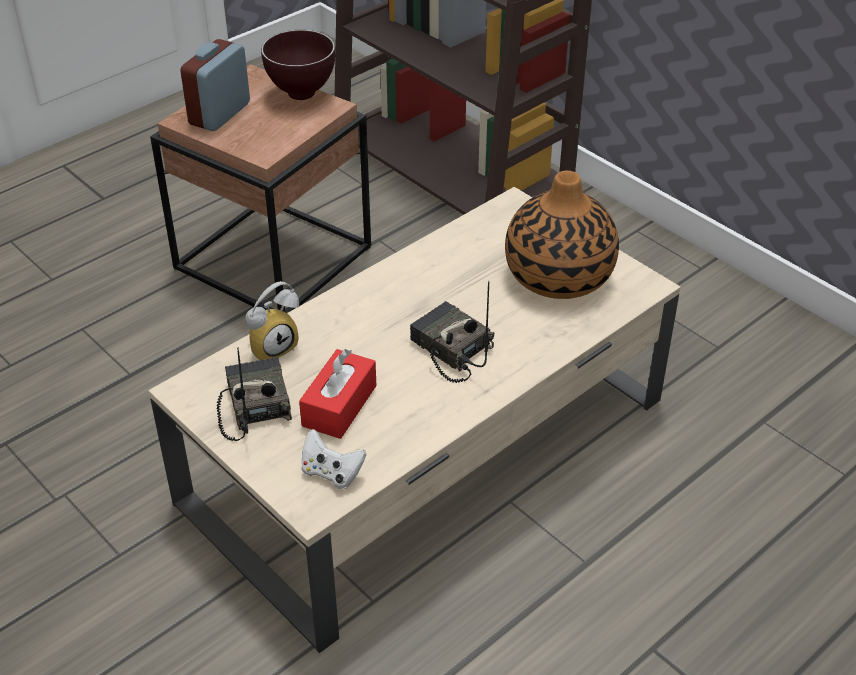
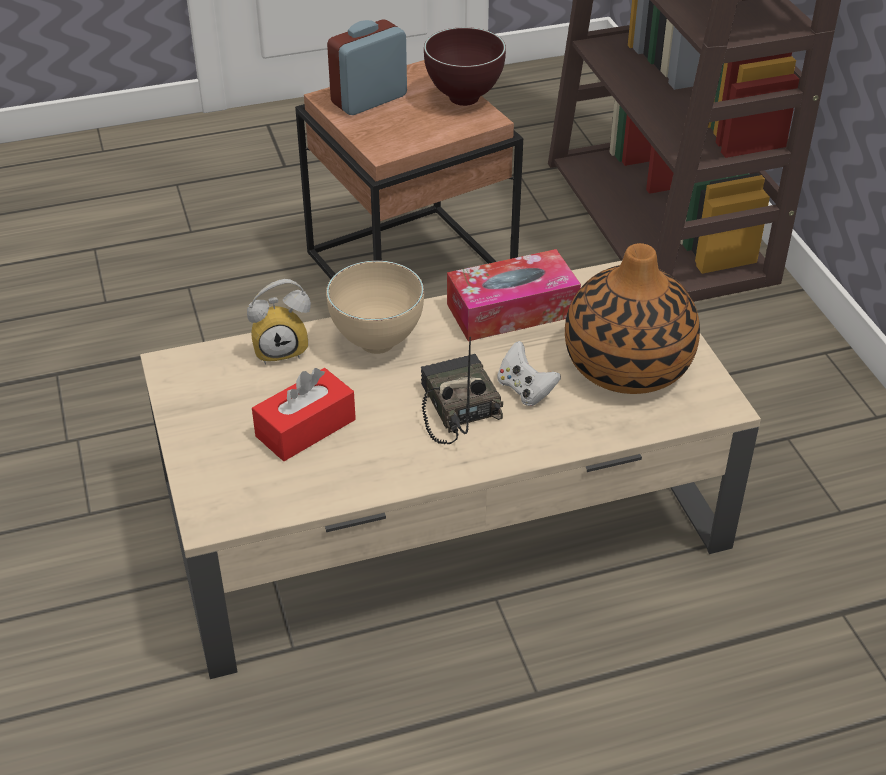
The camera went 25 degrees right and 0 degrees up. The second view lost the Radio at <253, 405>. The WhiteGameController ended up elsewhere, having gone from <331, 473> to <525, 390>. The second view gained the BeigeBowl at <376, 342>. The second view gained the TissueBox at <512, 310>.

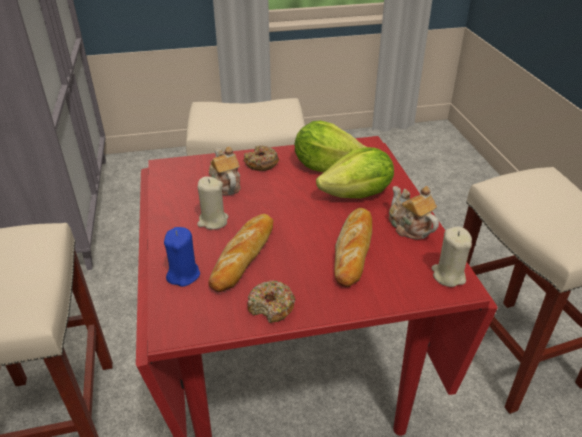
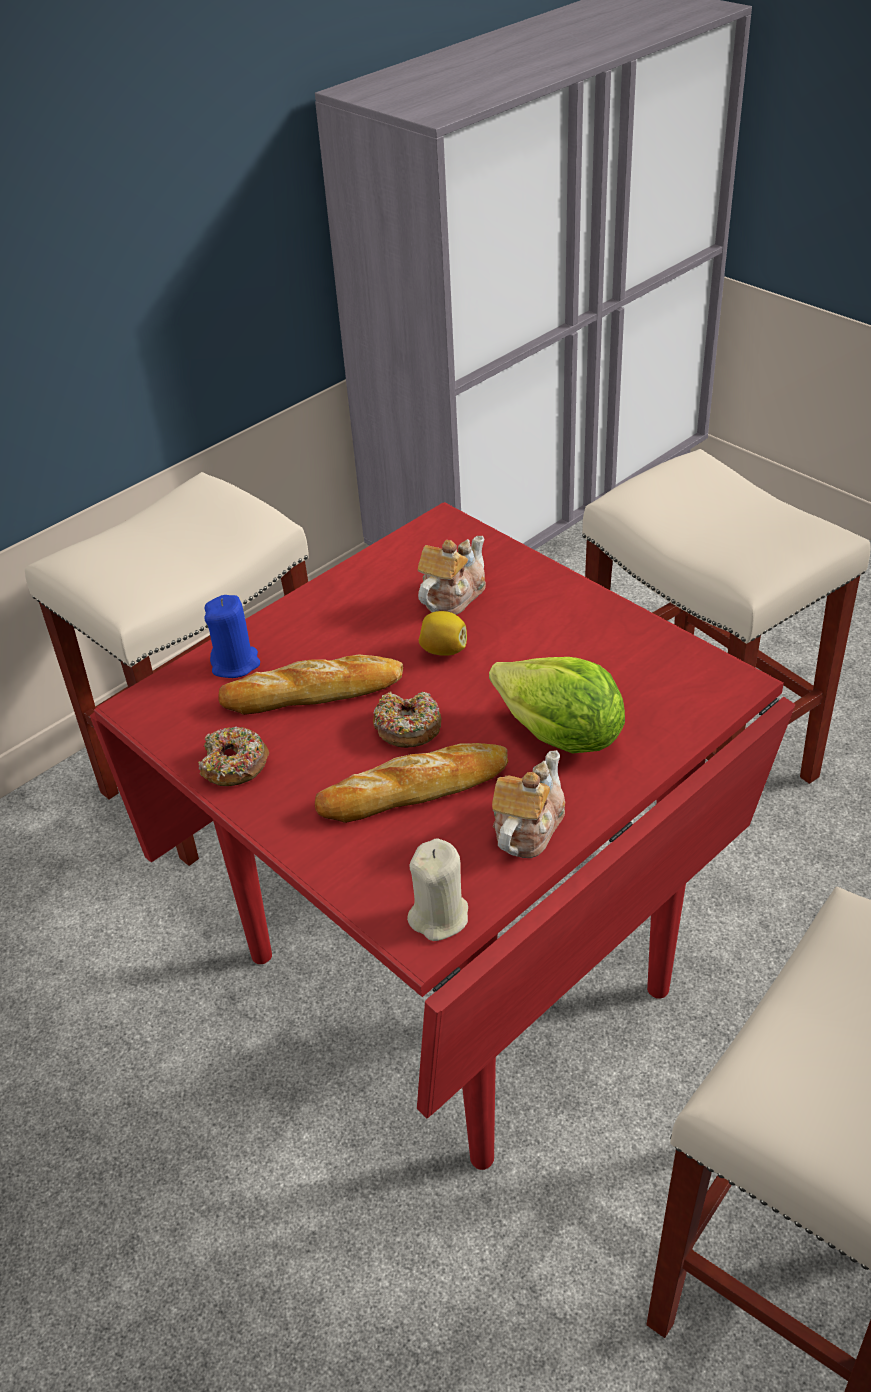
The camera went 60 degrees right and 5 degrees up. The second view lost the BeigeCandle at <213, 221>. The Donut ended up elsewhere, having gone from <261, 163> to <407, 728>. The second view lost the Lettuce at <326, 166>. The second view gained the Lemon at <443, 650>.

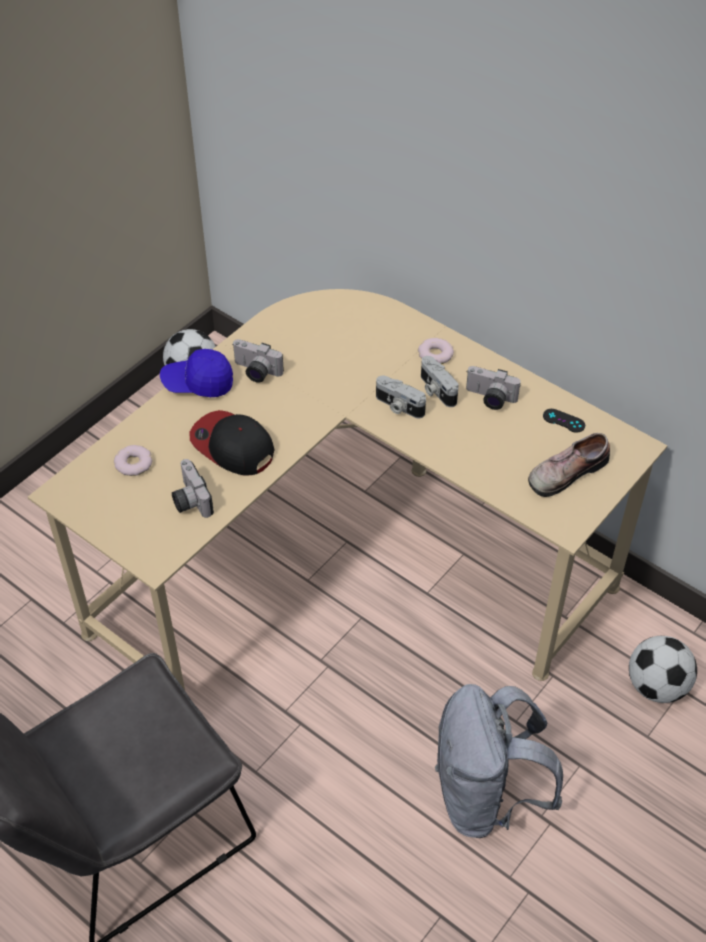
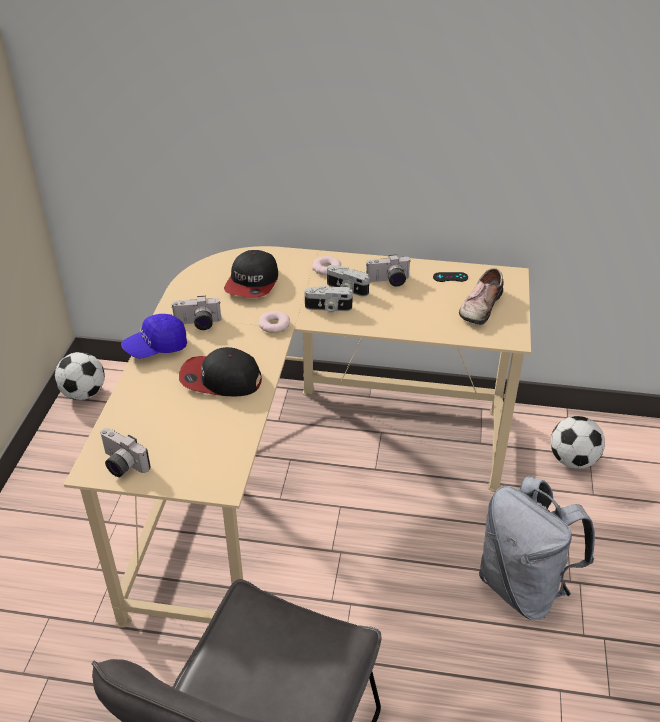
The camera went 30 degrees left and 10 degrees down. The Donut ended up elsewhere, having gone from <133, 463> to <274, 325>. The PhotoCamera ended up elsewhere, having gone from <189, 500> to <121, 465>. The second view gained the Cap at <252, 282>.

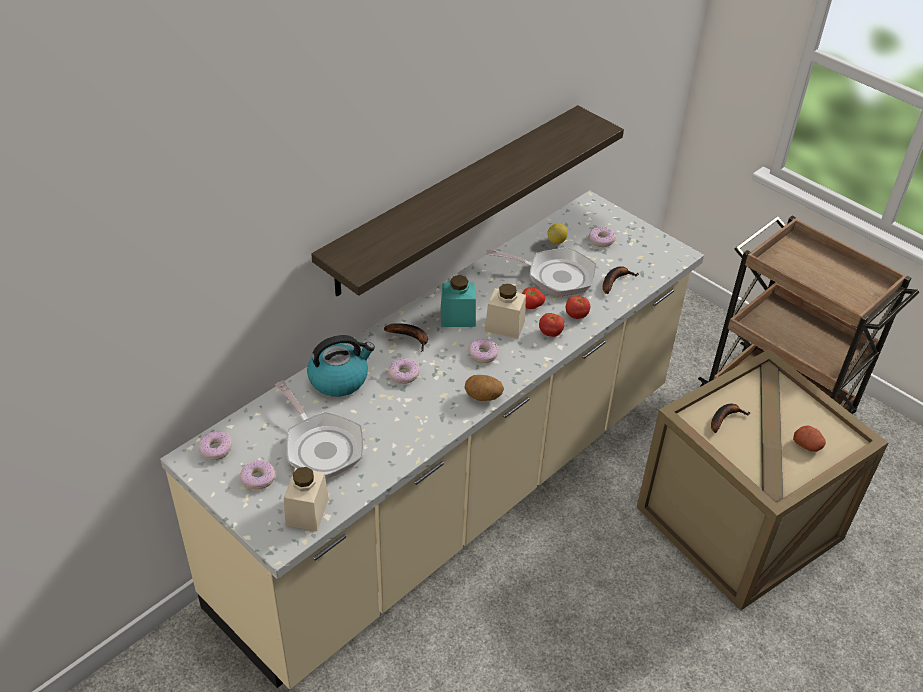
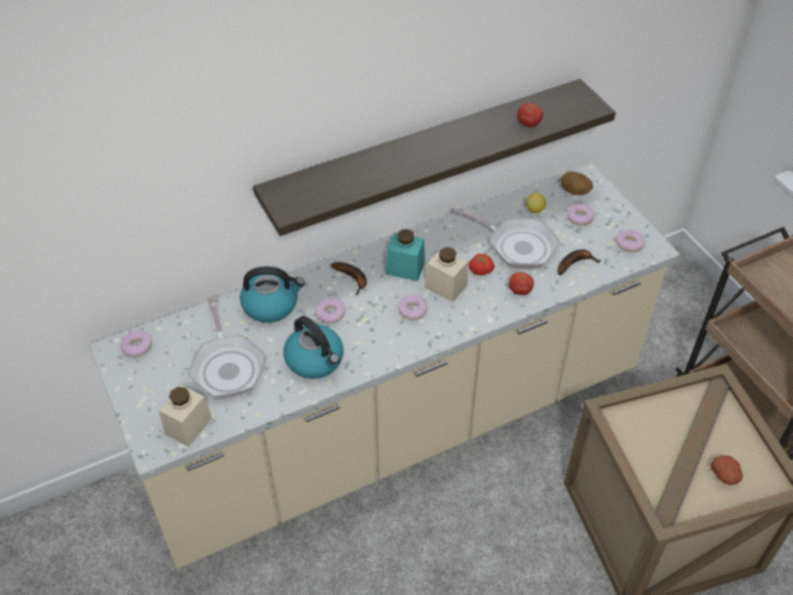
The camera went 20 degrees right and 5 degrees up. The Donut ended up elsewhere, having gone from <258, 478> to <629, 244>. The Potato ended up elsewhere, having gone from <483, 397> to <574, 192>. The Tomato ended up elsewhere, having gone from <550, 333> to <528, 124>. The second view lost the Banana at <724, 418>. The second view gained the Kettle at <315, 360>.

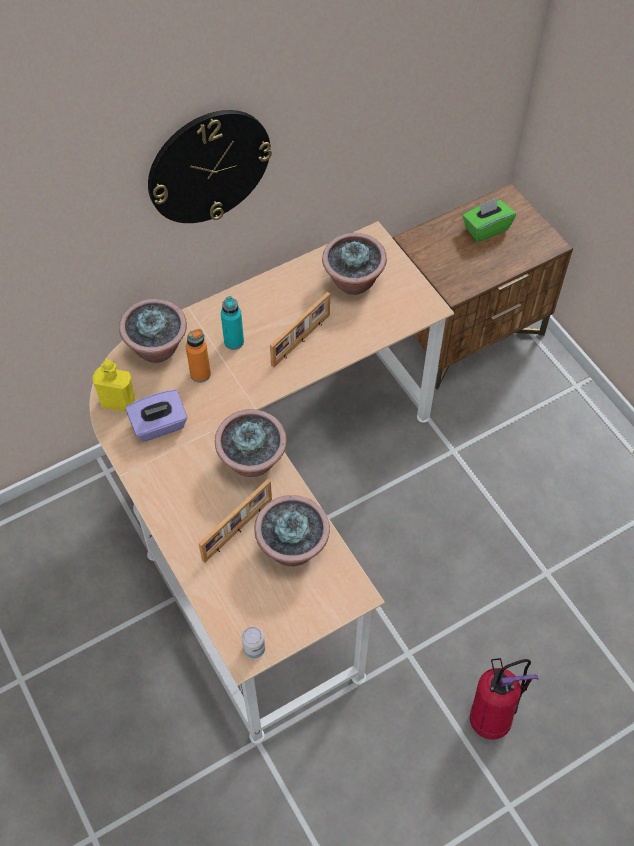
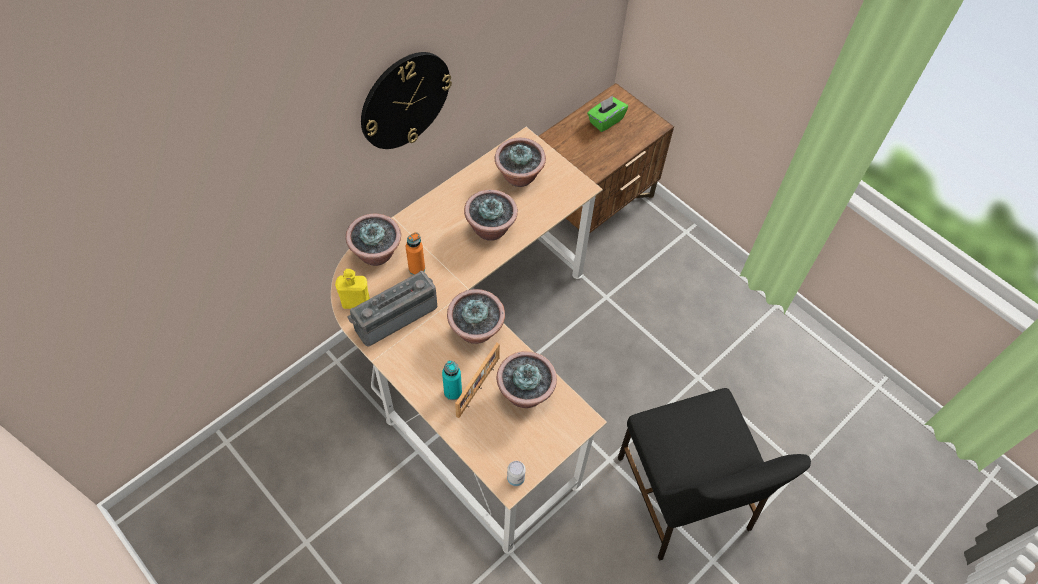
The camera went 15 degrees left and 0 degrees up. Where the PurpleTissueBox stood at <159, 426>, the Radio came to stand at <394, 315>. The TurquoiseBottle ended up elsewhere, having gone from <234, 342> to <453, 392>. Where the PictureFrame stood at <302, 340>, the PottedPlant came to stand at <490, 229>. Where the FireExtinguisher stood at <491, 717>, the BlackChair came to stand at <683, 496>.

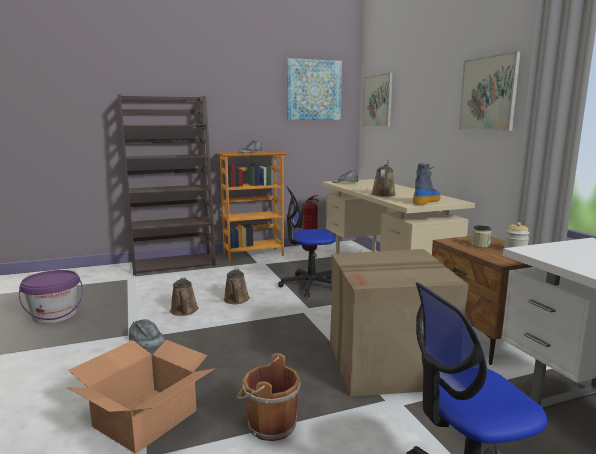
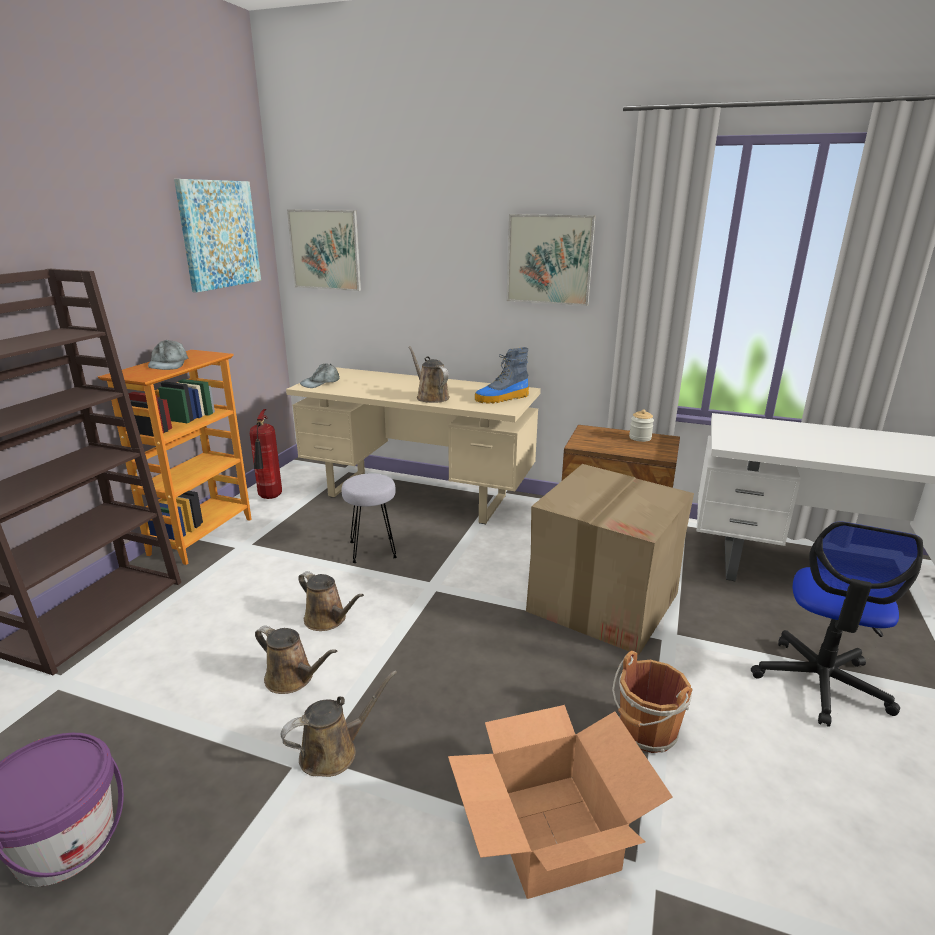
The camera went 50 degrees left and 10 degrees up. Where the GreyCap stood at <146, 339>, the BrownWateringCan came to stand at <334, 752>. Where the OfficeChair stood at <309, 285>, the GreyStool came to stand at <372, 550>. The Boot at <426, 201> ended up facing another way, 105 degrees counterclockwise from before. The second view lost the Jar at <480, 245>.

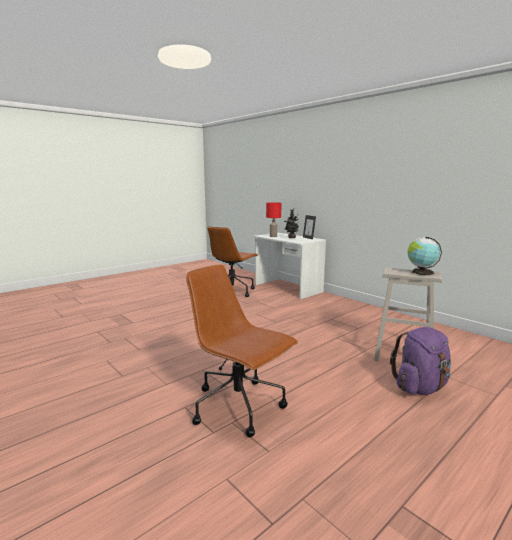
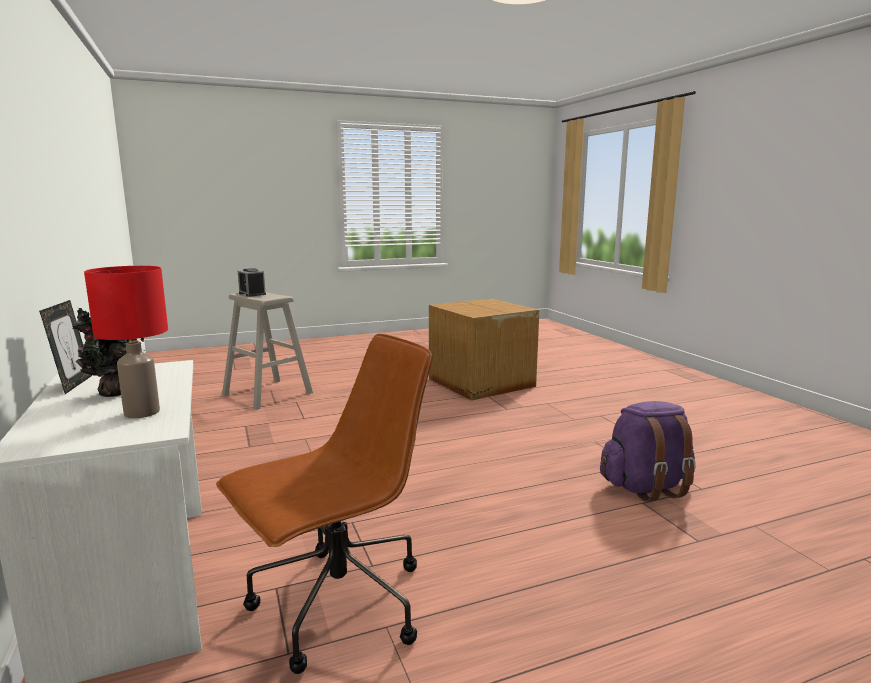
The camera went 160 degrees left and 0 degrees up. Where the BrownOfficeChair stood at <239, 407>, the CardboardBox came to stand at <481, 383>. The PurpleBackpack ended up elsewhere, having gone from <420, 387> to <646, 487>. Where the Globe stood at <421, 272>, the AlarmClock came to stand at <252, 294>.

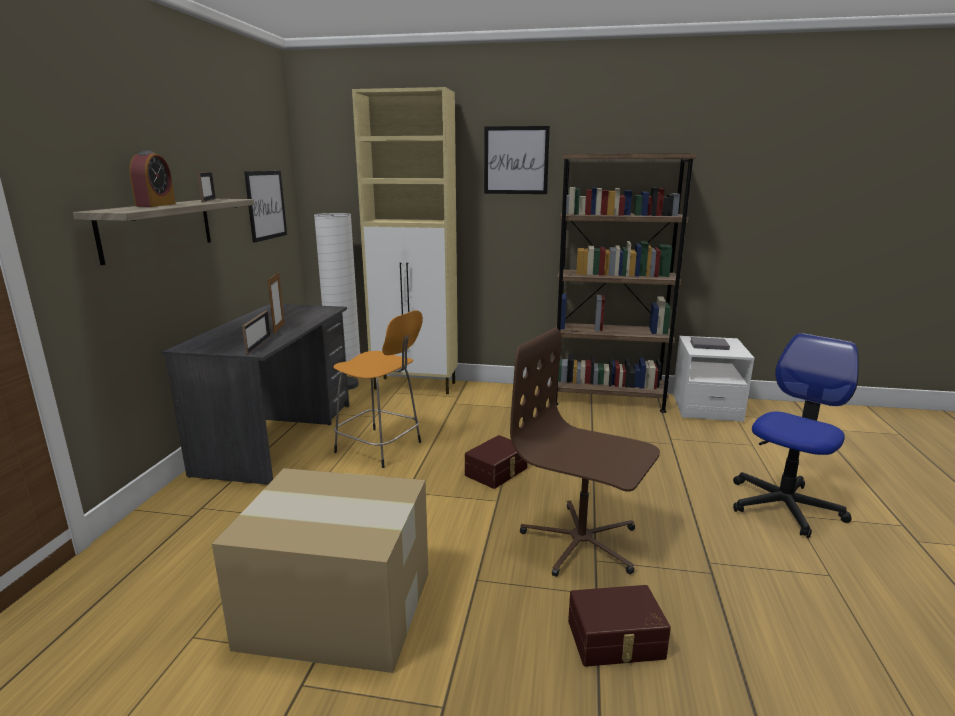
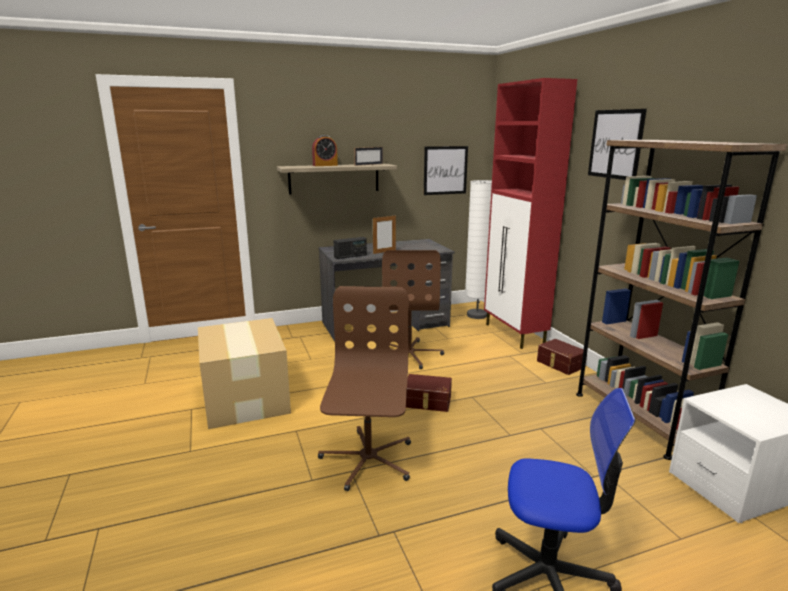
The camera went 60 degrees right and 0 degrees up. Where the PictureFrame stood at <258, 345>, the Radio came to stand at <350, 256>. Where the OrangeStool stood at <381, 448>, the BrownOfficeChair came to stand at <409, 354>. What was the BeigeCabinet at <416, 386> turned into the RedCabinet at <514, 334>. The BrownStorageBox ended up elsewhere, having gone from <616, 641> to <560, 364>. The second view lost the GreyBook at <708, 345>.

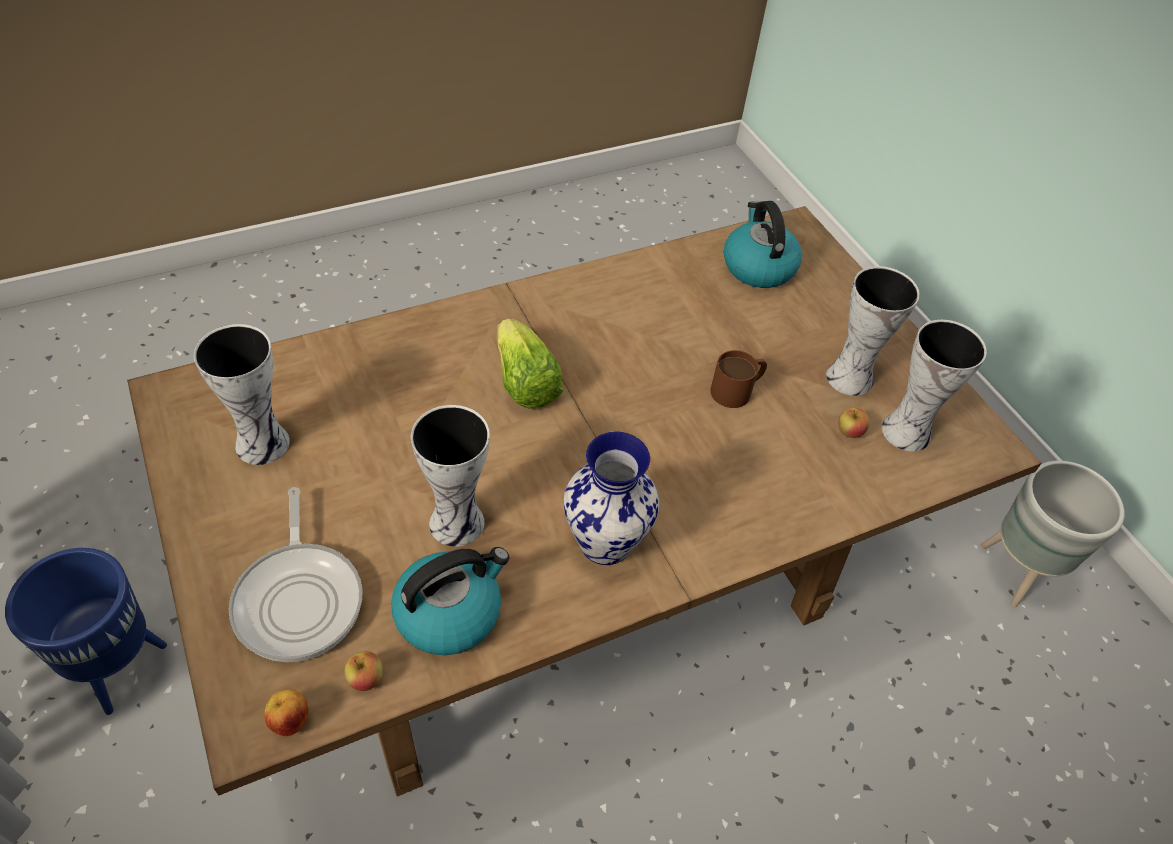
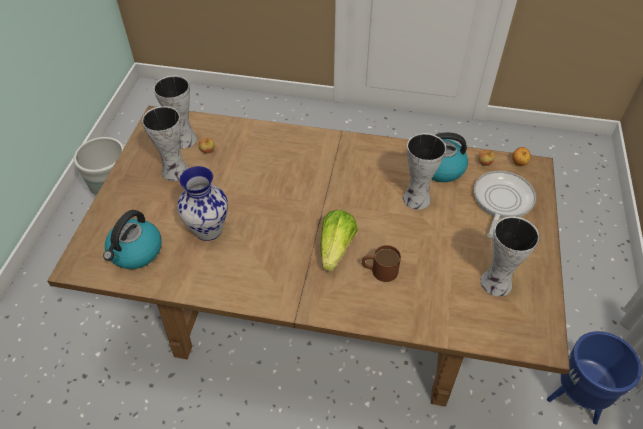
The camera went 140 degrees left and 0 degrees up. The Vase ended up elsewhere, having gone from <606, 541> to <207, 230>. The BrownMug ended up elsewhere, having gone from <737, 389> to <379, 270>.

